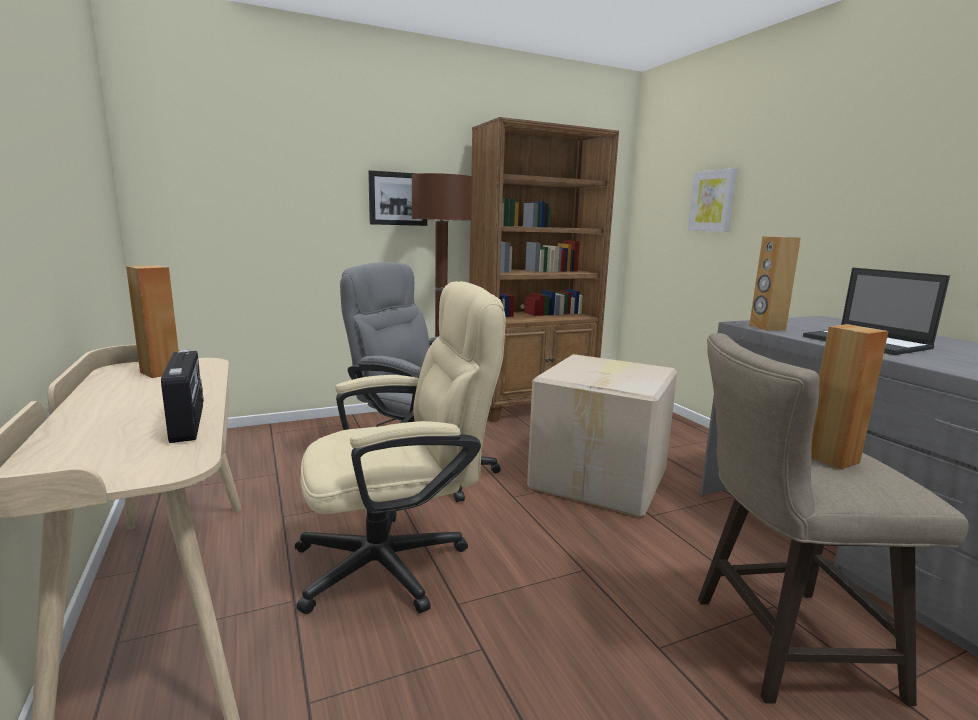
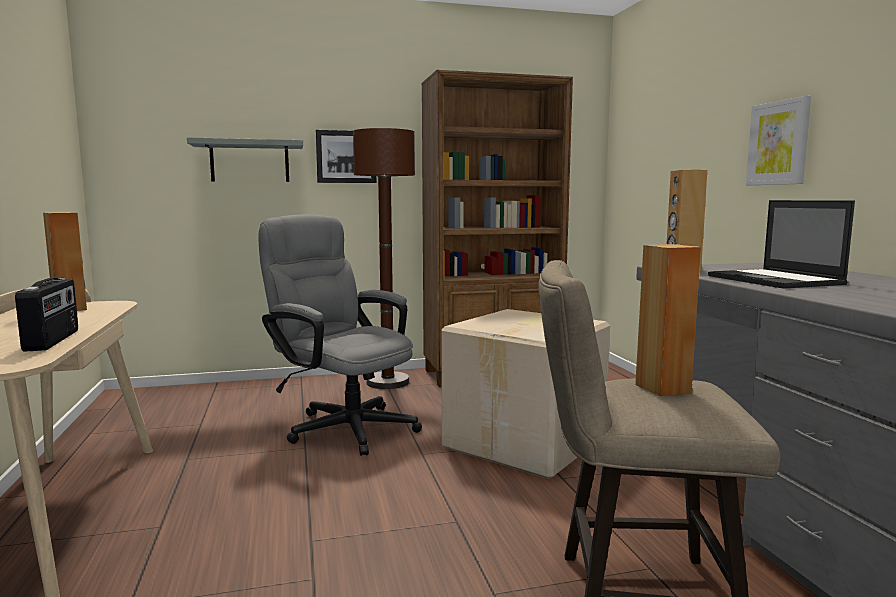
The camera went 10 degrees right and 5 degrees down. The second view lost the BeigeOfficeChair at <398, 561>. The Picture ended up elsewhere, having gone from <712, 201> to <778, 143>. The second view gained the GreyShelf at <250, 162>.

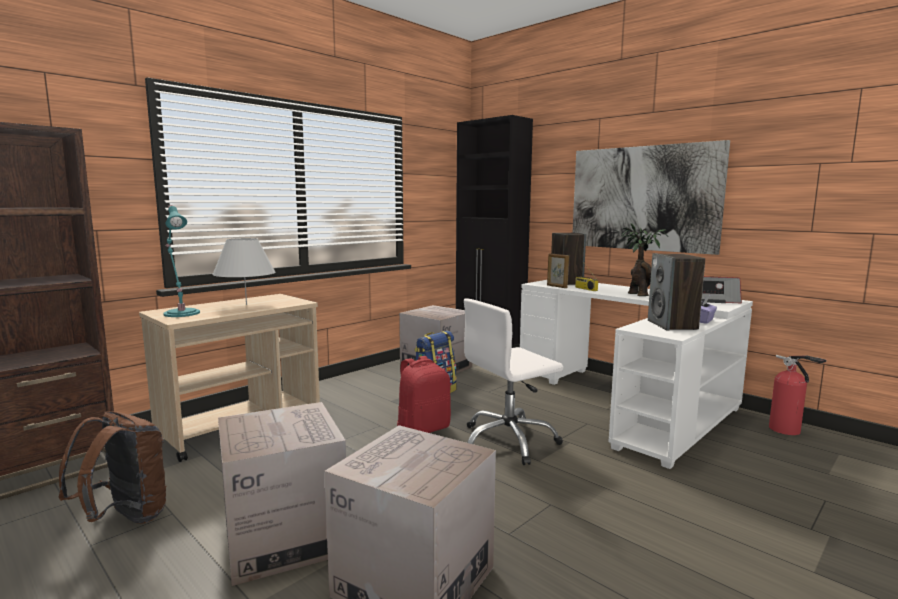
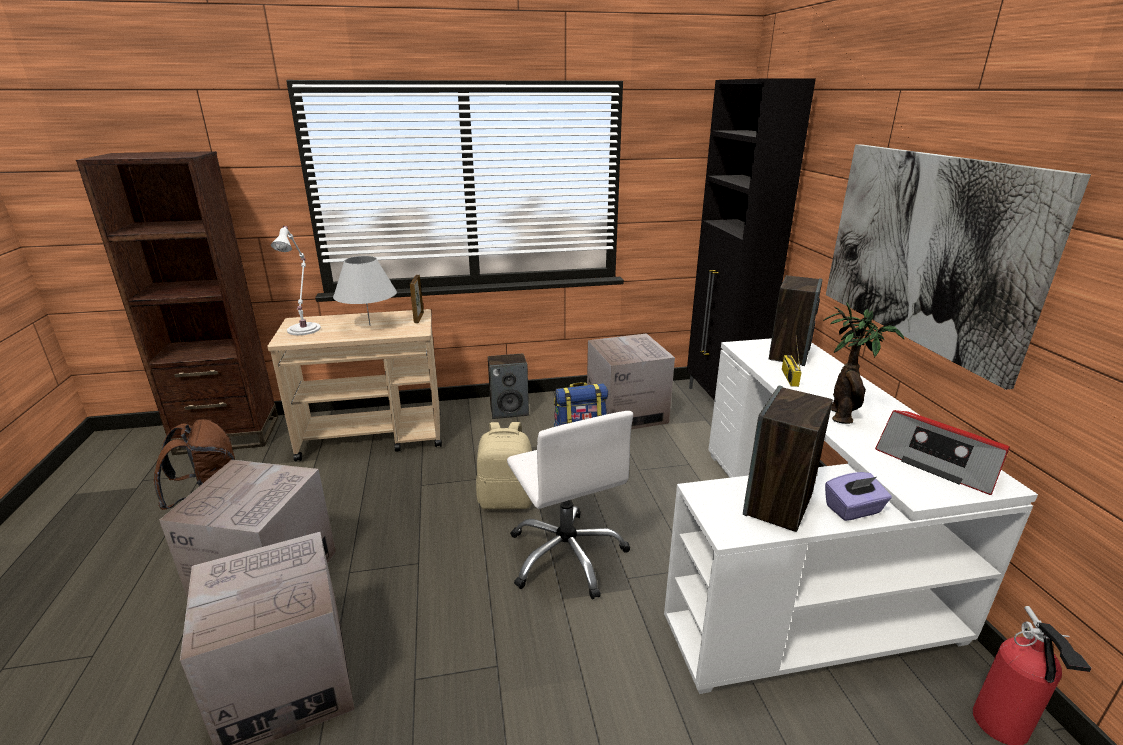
The camera went 35 degrees right and 15 degrees up. What was the TurquoiseTableLamp at <181, 313> turned into the WhiteTableLamp at <305, 328>. What was the RedBackpack at <423, 429> turned into the BeigeBackpack at <507, 500>. The WhiteOfficeChair at <508, 441> ended up facing another way, 120 degrees counterclockwise from before. The PictureFrame ended up elsewhere, having gone from <556, 286> to <418, 318>. The second view gained the Speaker at <509, 411>.

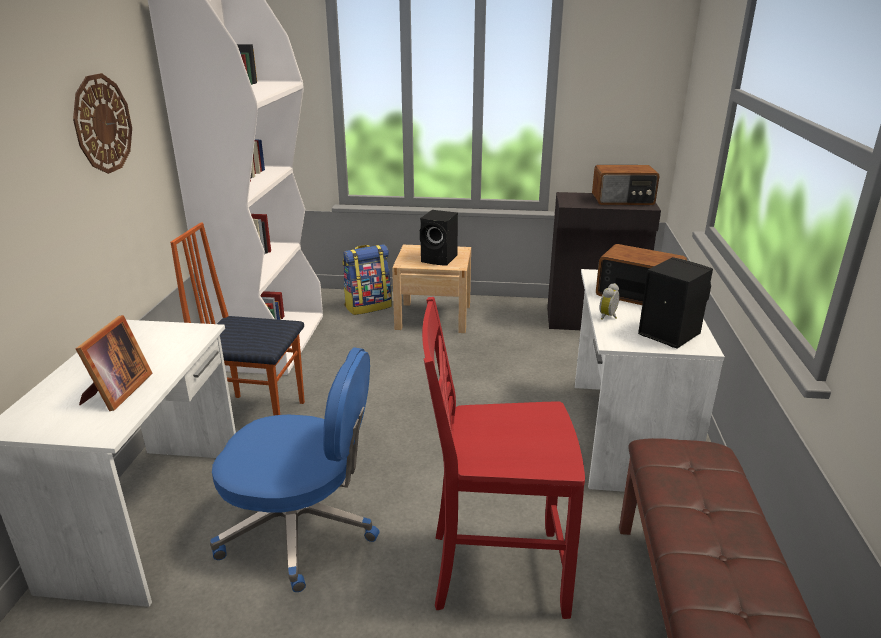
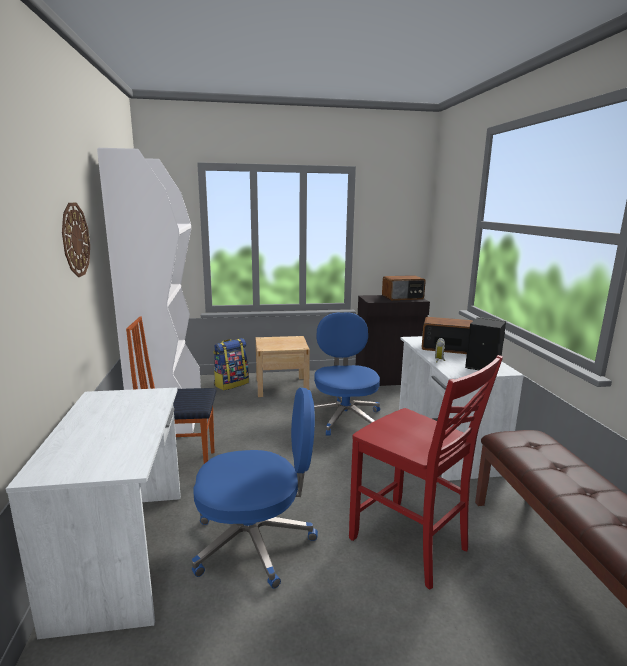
The camera went 15 degrees left and 10 degrees down. The second view lost the PictureFrame at <116, 392>. The second view lost the BlackSpeaker at <440, 259>. The RedChair at <494, 570> ended up facing another way, 120 degrees counterclockwise from before. The second view gained the BlueOfficeChair at <344, 417>.

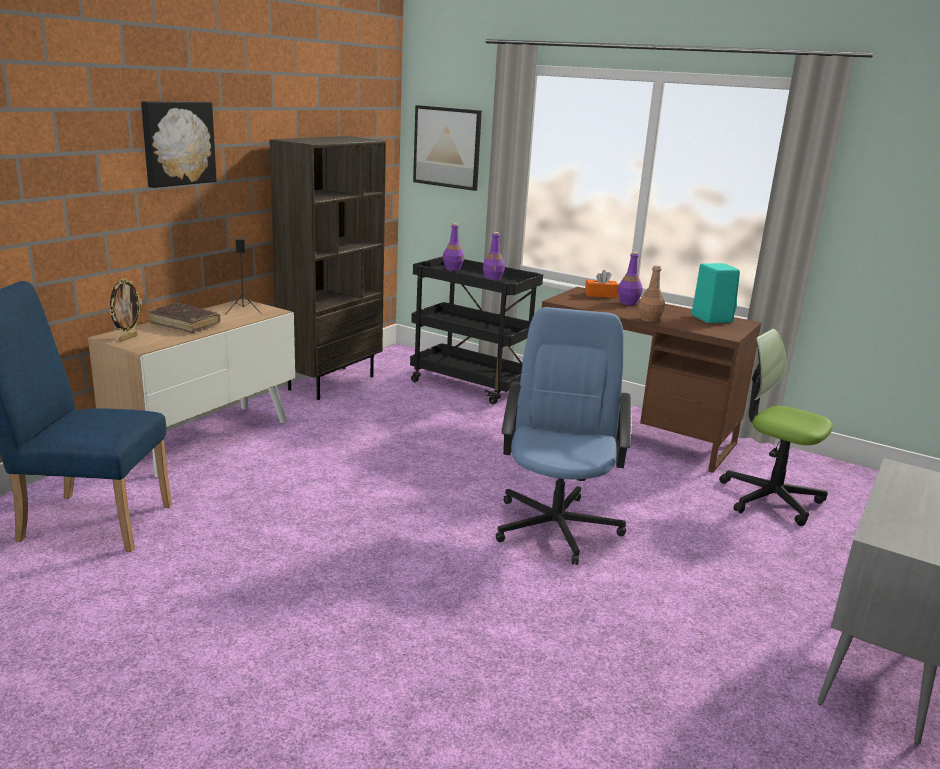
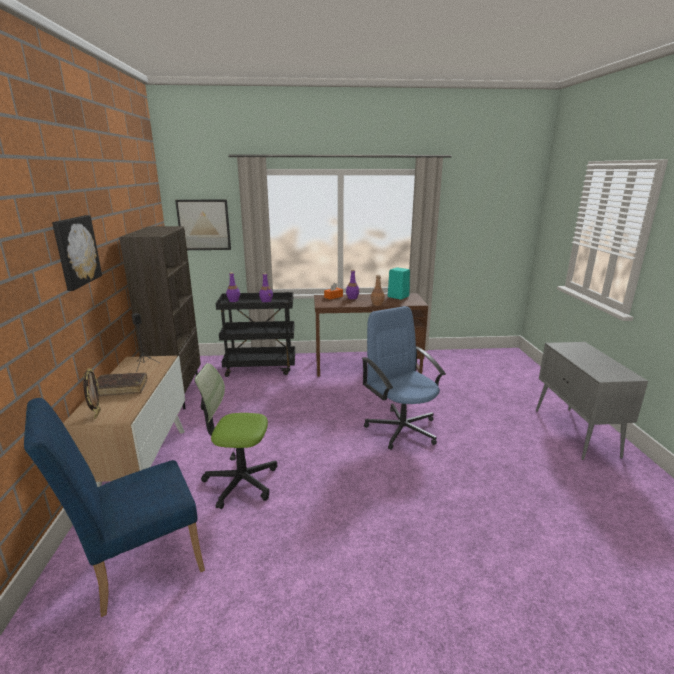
The camera went 35 degrees left and 0 degrees up. The OfficeChair ended up elsewhere, having gone from <770, 498> to <240, 482>.

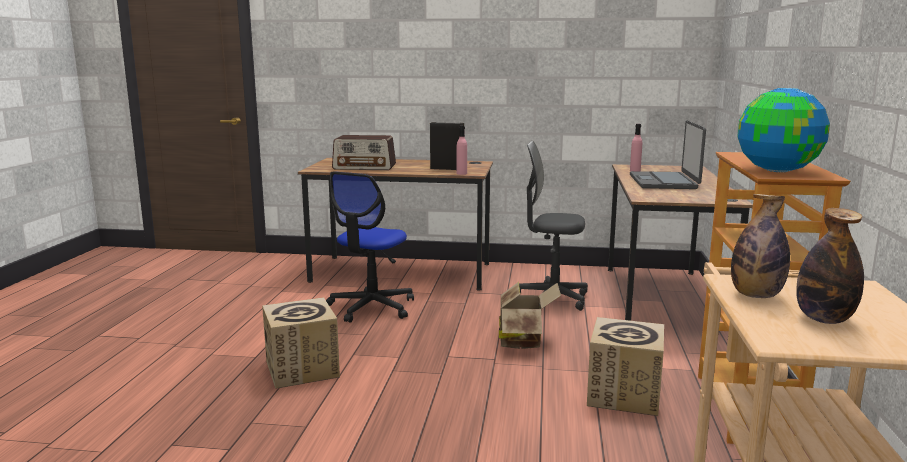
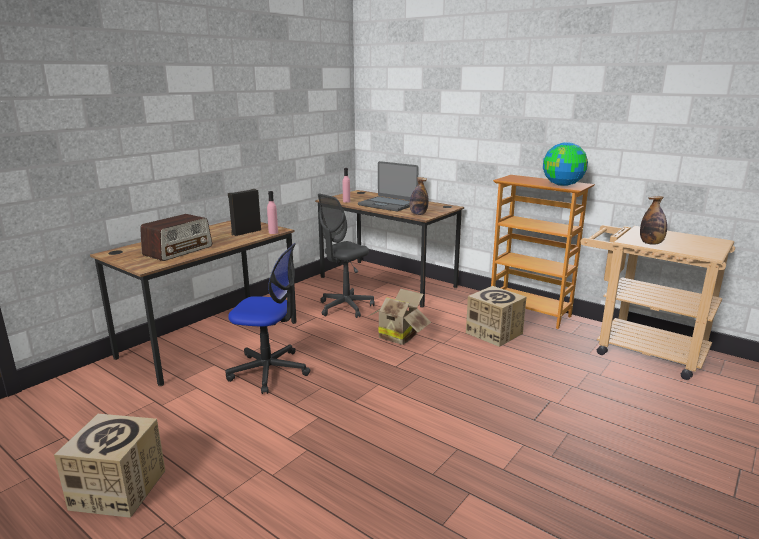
The camera went 60 degrees left and 5 degrees up. The CardboardBox ended up elsewhere, having gone from <302, 369> to <118, 489>. The OfficeChair at <371, 307> ended up facing another way, 45 degrees counterclockwise from before. The Bottle ended up elsewhere, having gone from <824, 319> to <418, 214>.

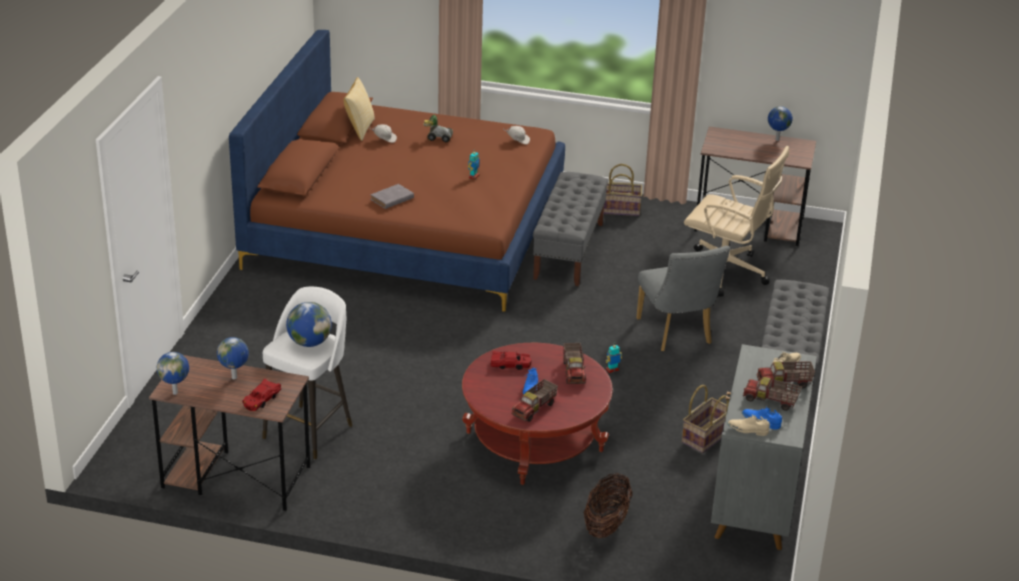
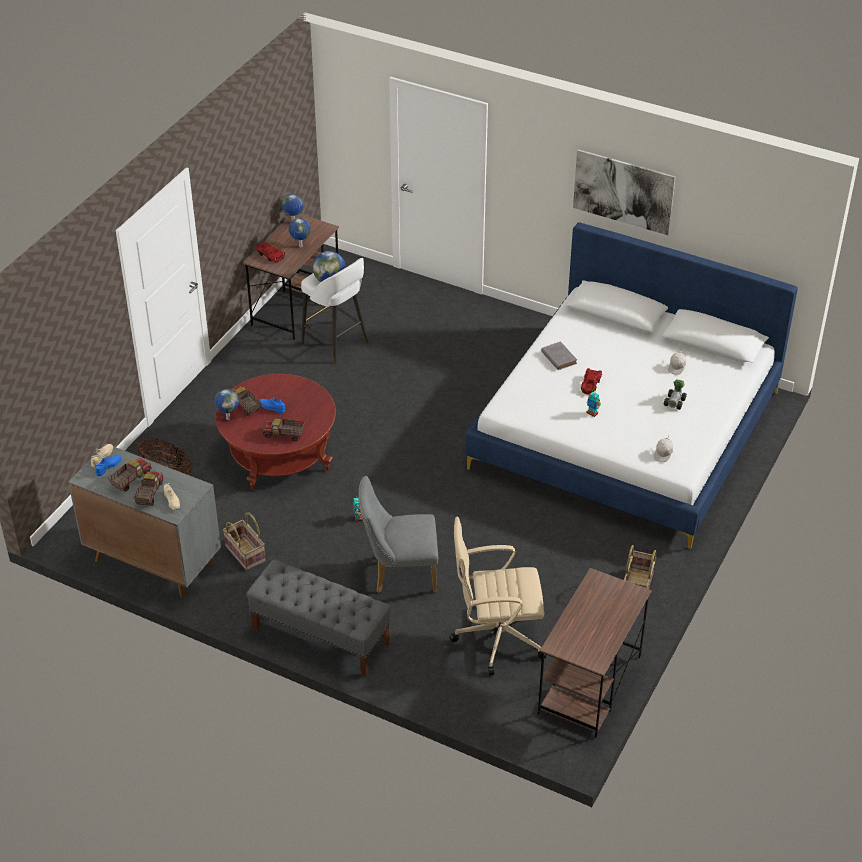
The camera went 105 degrees right and 10 degrees up. What was the BrownBed at <407, 226> turned into the WhiteBed at <626, 430>. The second view lost the Pillow at <359, 129>. The RedToyCar ended up elsewhere, having gone from <510, 365> to <590, 384>. The second view lost the GreyBench at <568, 251>. The BeigeOfficeChair at <725, 273> ended up facing another way, 45 degrees clockwise from before. The Globe ended up elsewhere, having gone from <776, 140> to <228, 418>. The second view gained the Picture at <623, 191>.

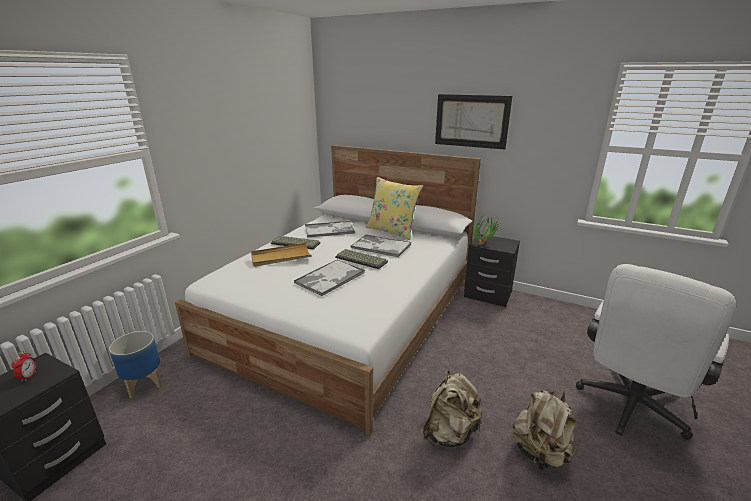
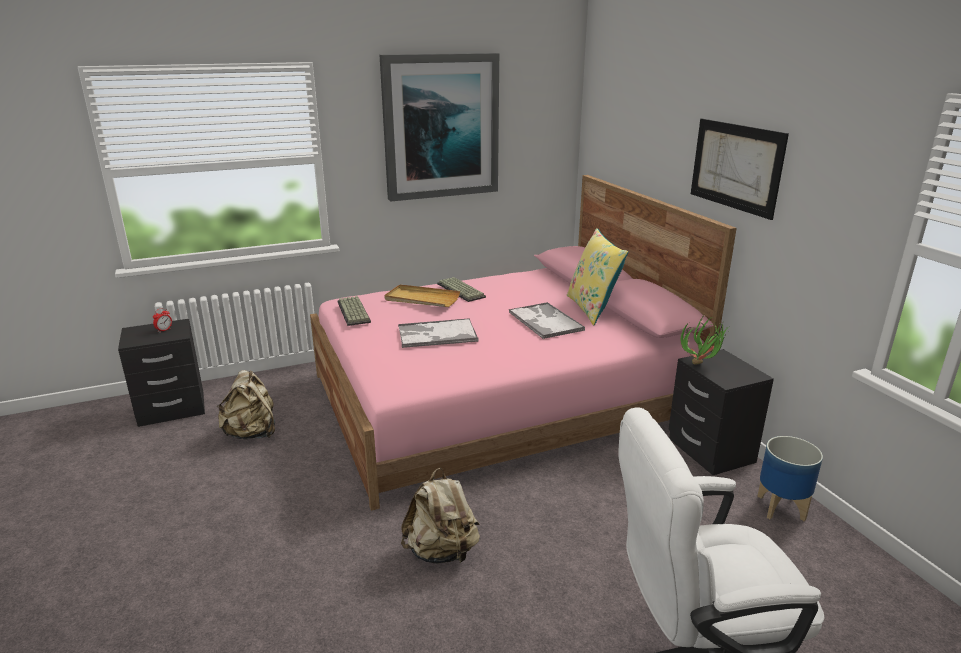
The camera went 40 degrees right and 0 degrees up. The Planter ended up elsewhere, having gone from <145, 384> to <781, 508>. What was the WhiteBed at <349, 313> turned into the PinkBed at <499, 399>. The second view lost the Tray at <330, 230>. The Keyboard ended up elsewhere, having gone from <362, 259> to <354, 312>. The BeigeBackpack ended up elsewhere, having gone from <540, 453> to <251, 433>. The second view gained the Picture at <440, 126>.

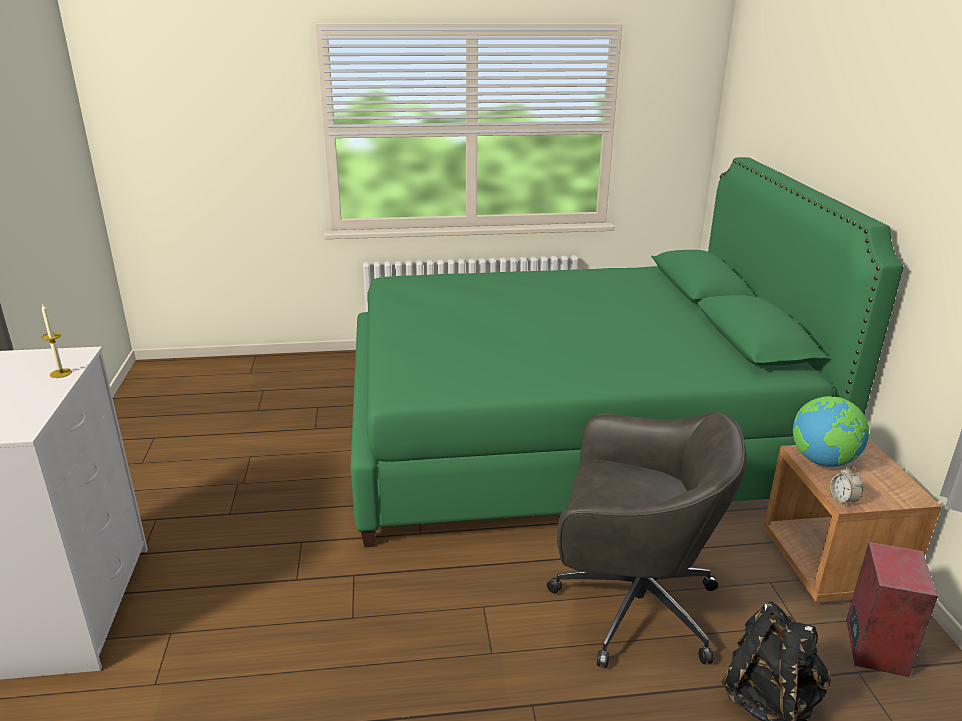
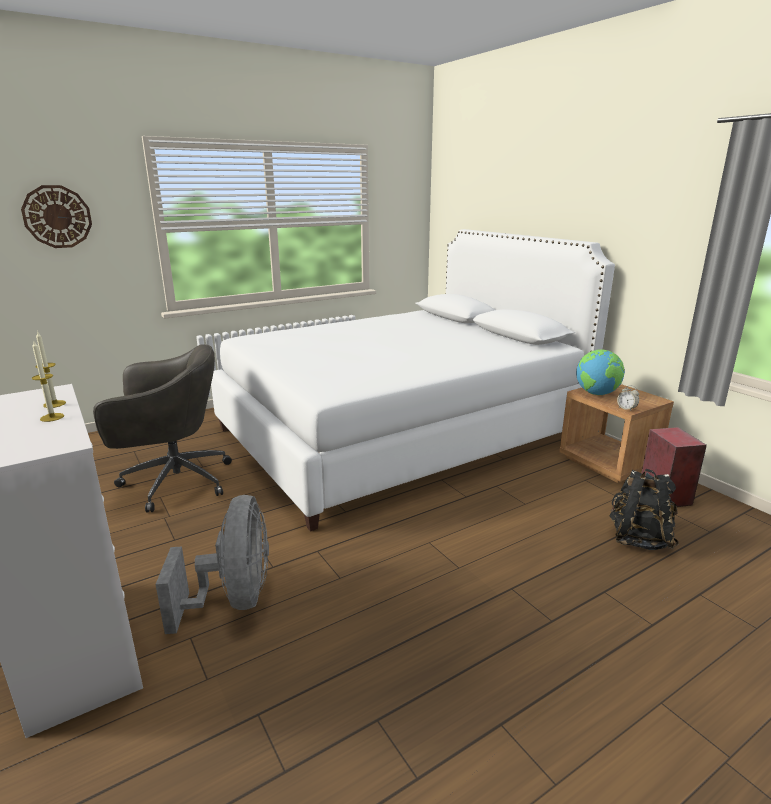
The camera went 25 degrees left and 5 degrees down. What was the GreenBed at <567, 438> turned into the WhiteBed at <399, 433>. The GreyOfficeChair ended up elsewhere, having gone from <630, 606> to <173, 482>. The second view gained the WallClock at <57, 217>. The second view gained the Candle at <52, 417>. The second view gained the GreyFan at <234, 599>.

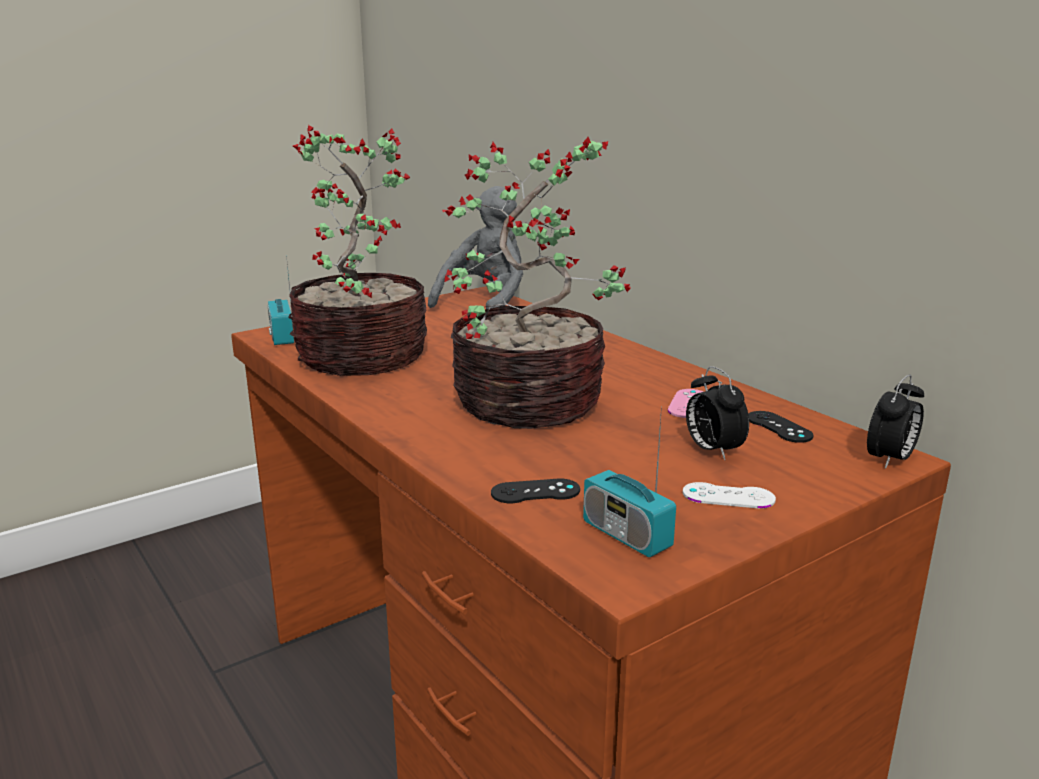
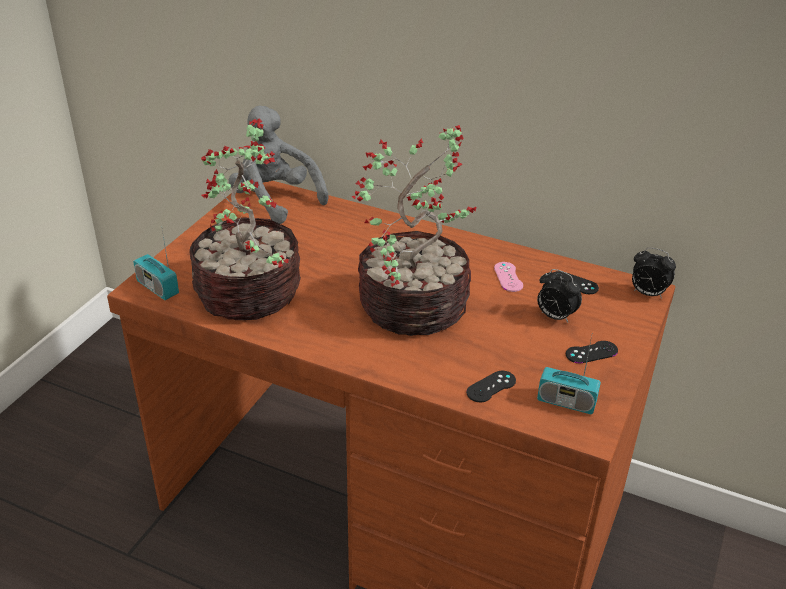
The camera went 30 degrees left and 15 degrees up. The GreyPlushToy at <485, 303> ended up facing another way, 45 degrees counterclockwise from before. What was the WhiteGameController at <728, 496> turned into the BlackGameController at <591, 352>. The AlarmClock at <890, 460> ended up facing another way, 105 degrees clockwise from before.

